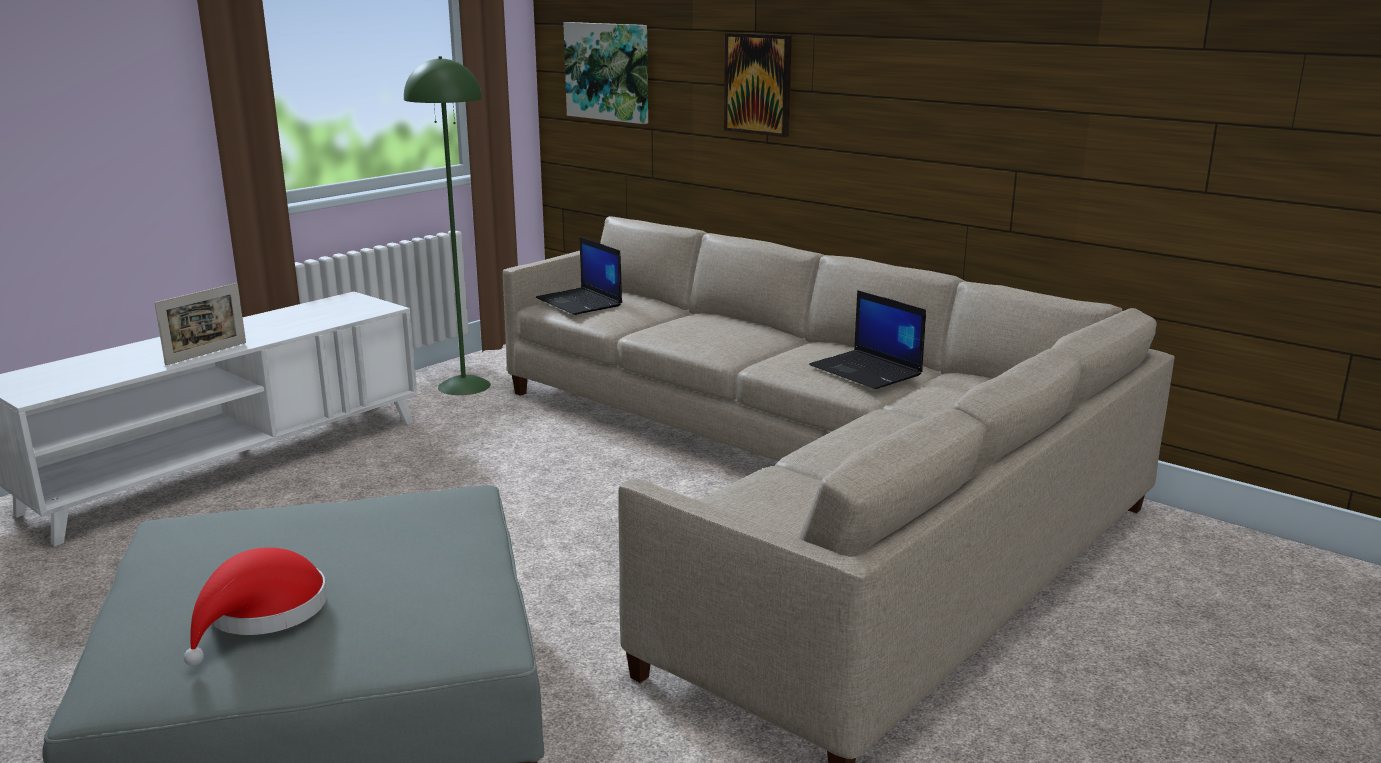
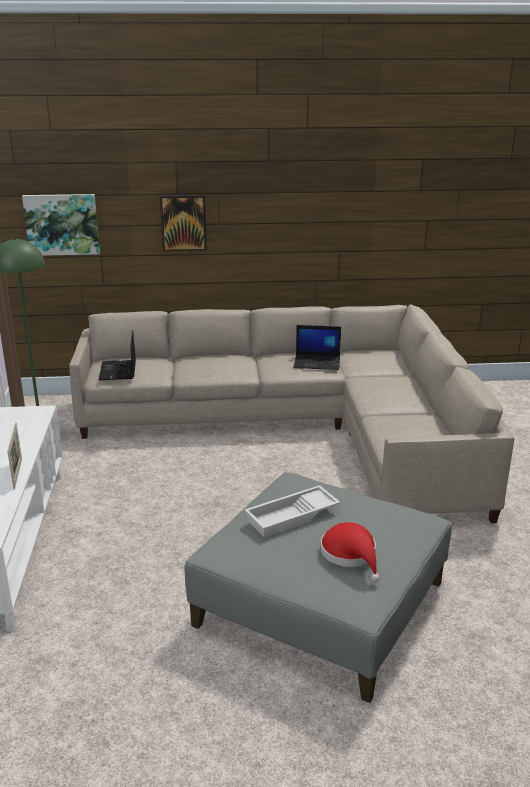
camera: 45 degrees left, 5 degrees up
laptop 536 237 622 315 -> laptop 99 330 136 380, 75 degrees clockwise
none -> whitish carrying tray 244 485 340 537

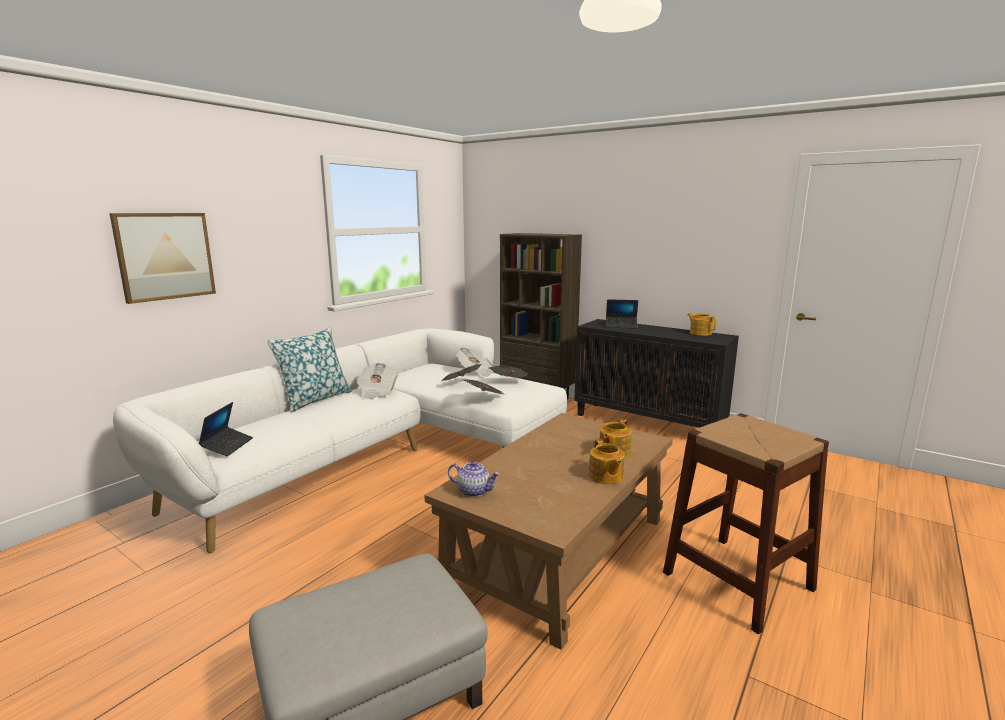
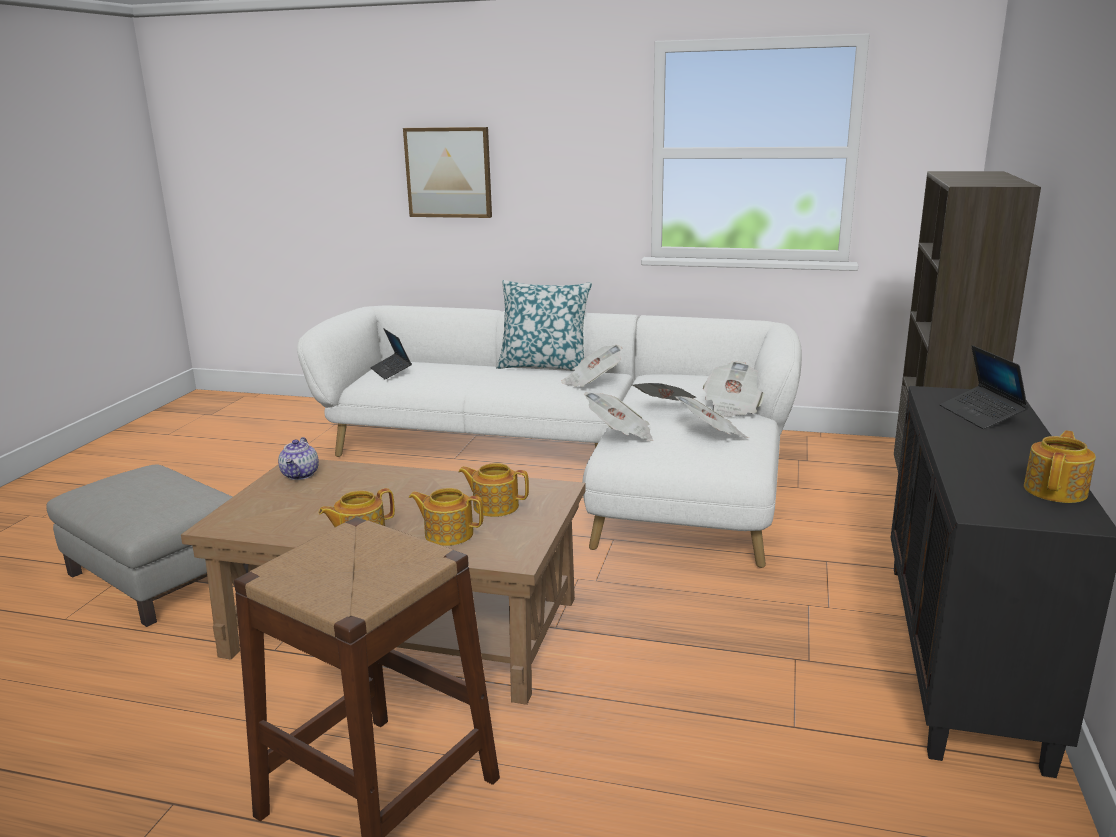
camera: 70 degrees right, 5 degrees up
laptop 199 402 253 456 -> laptop 370 328 412 379, 75 degrees clockwise
none -> teapot 458 463 529 517

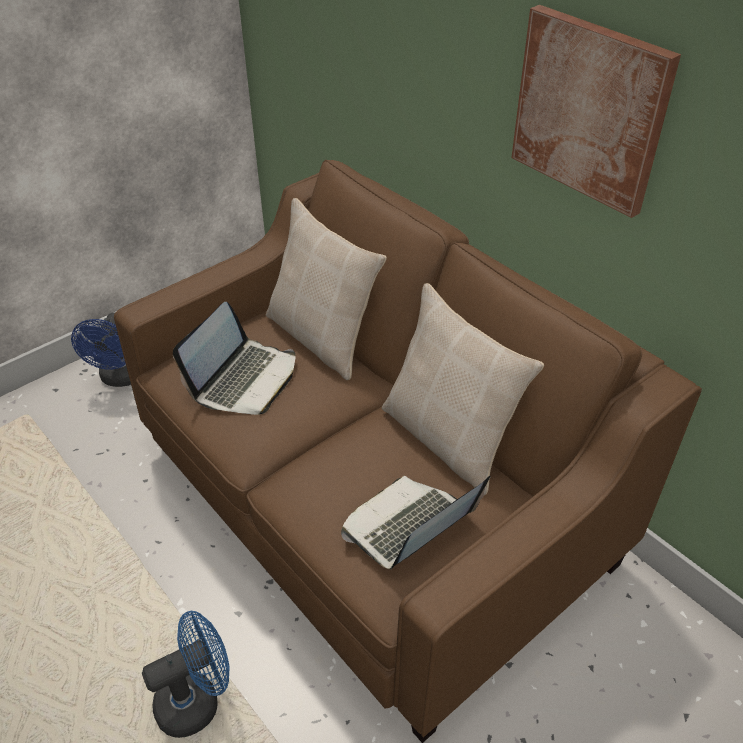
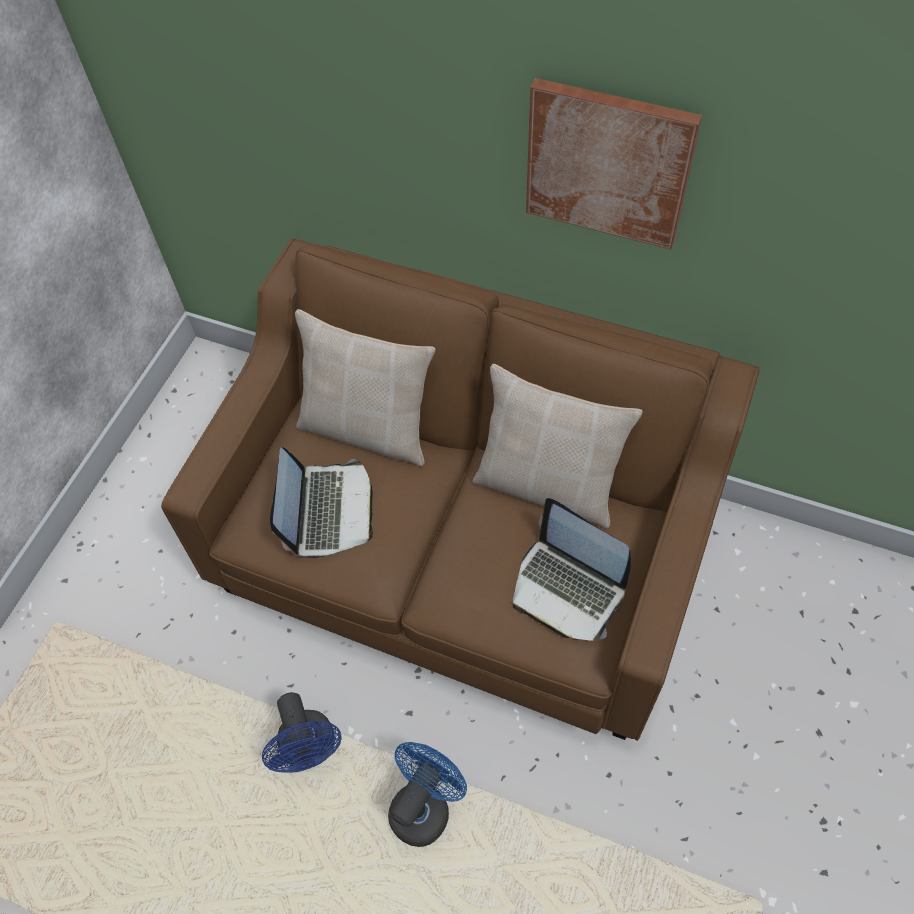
camera: 25 degrees left, 15 degrees up
bluish electric fan 71 312 131 387 -> bluish electric fan 262 692 342 773, move
laptop 341 476 491 569 -> laptop 513 498 631 641, 75 degrees counterclockwise

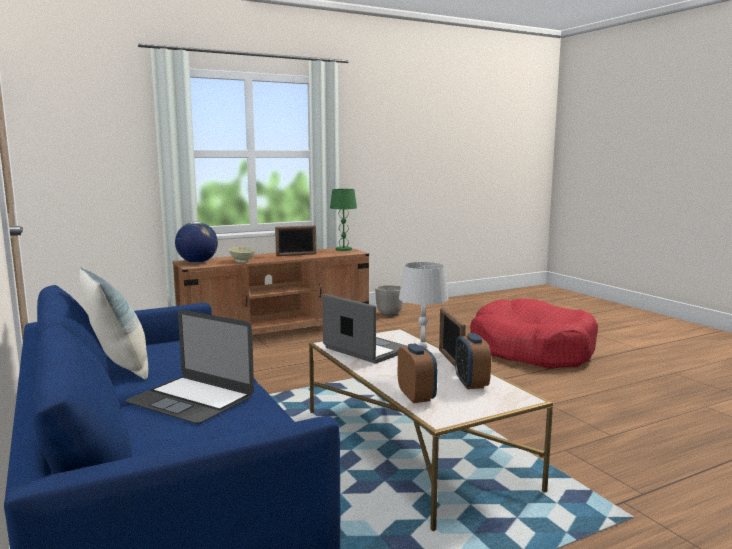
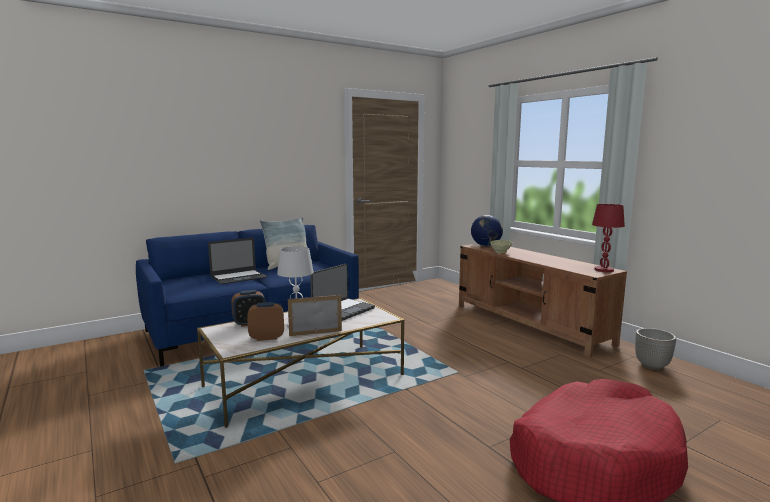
camera: 85 degrees right, 0 degrees up
laptop 125 310 254 424 -> laptop 208 238 267 284, 150 degrees counterclockwise
green-coloured tabletop lamp 330 189 357 251 -> red tabletop lamp 592 204 625 272
photo frame 275 225 316 256 -> none

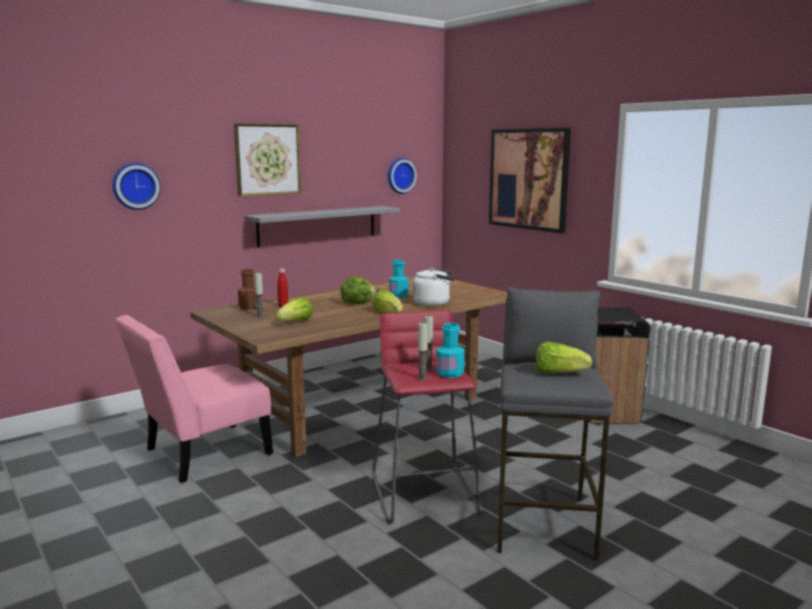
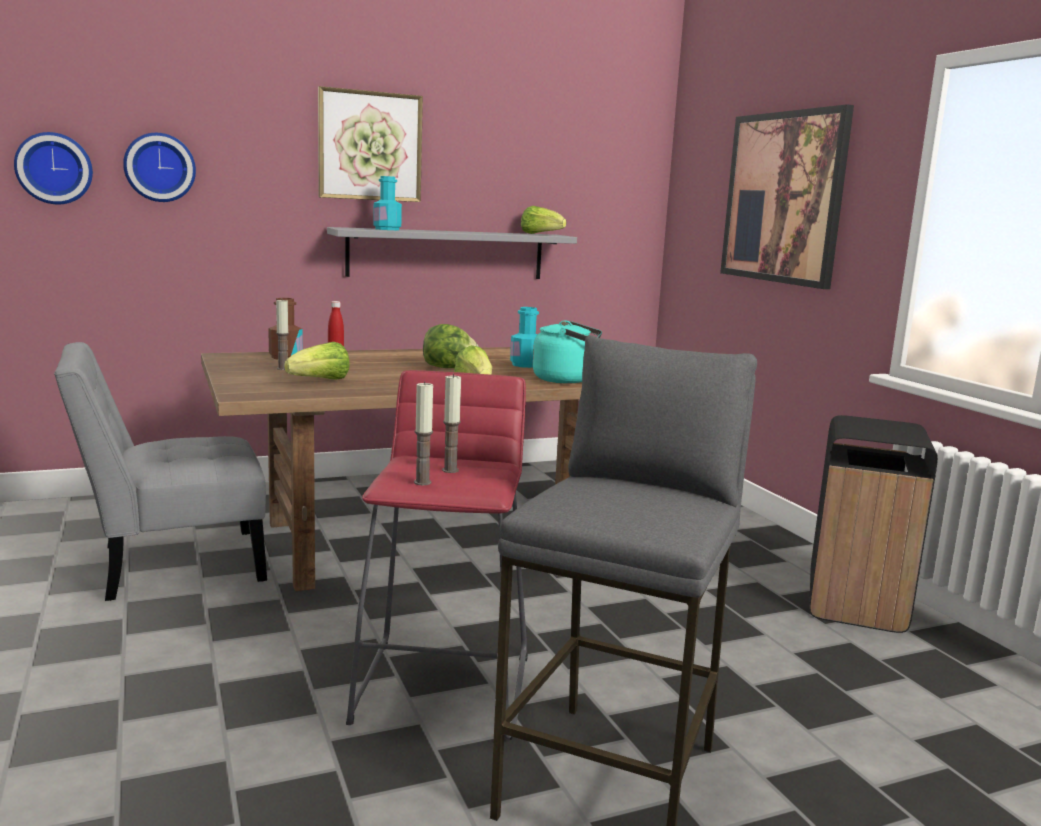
camera: 15 degrees right, 0 degrees up
wall clock 388 158 417 194 -> wall clock 14 132 93 205, move
pink-coloured chair 115 315 273 483 -> greyish chair 54 342 267 601
blue-green drink bottle 436 323 465 378 -> blue-green drink bottle 373 176 402 230, move
head of lettuce 536 341 592 374 -> head of lettuce 521 206 566 234, move
whitish water kettle 413 268 454 306 -> blue-green water kettle 533 320 602 384

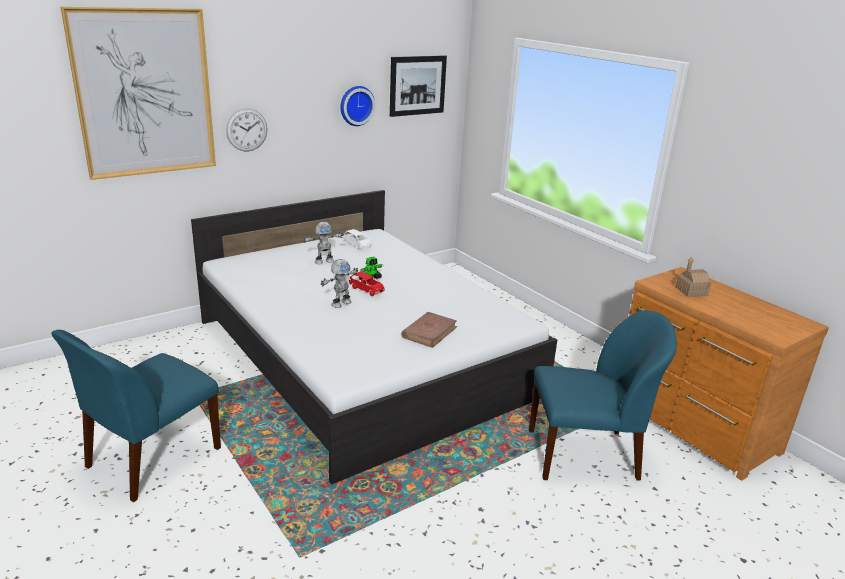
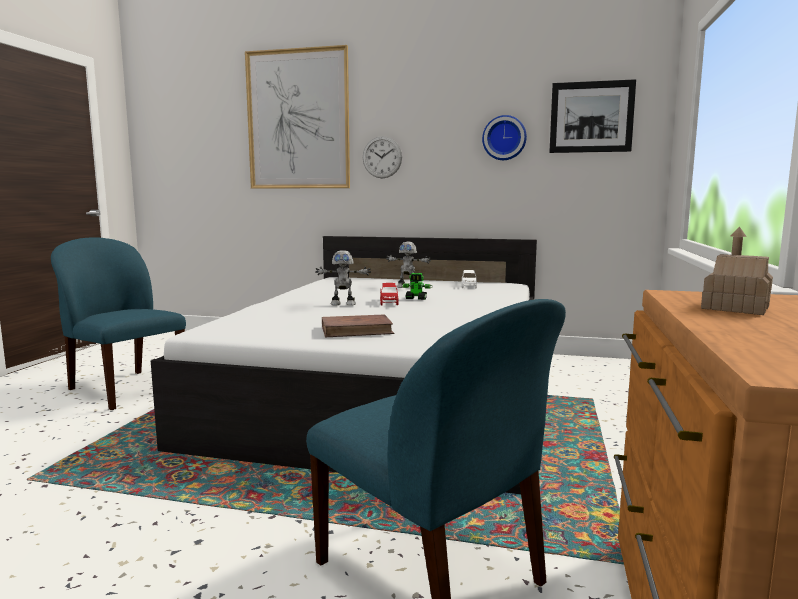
camera: 50 degrees right, 15 degrees down
bluish chair 51 330 221 502 -> bluish chair 51 237 186 410, 45 degrees clockwise

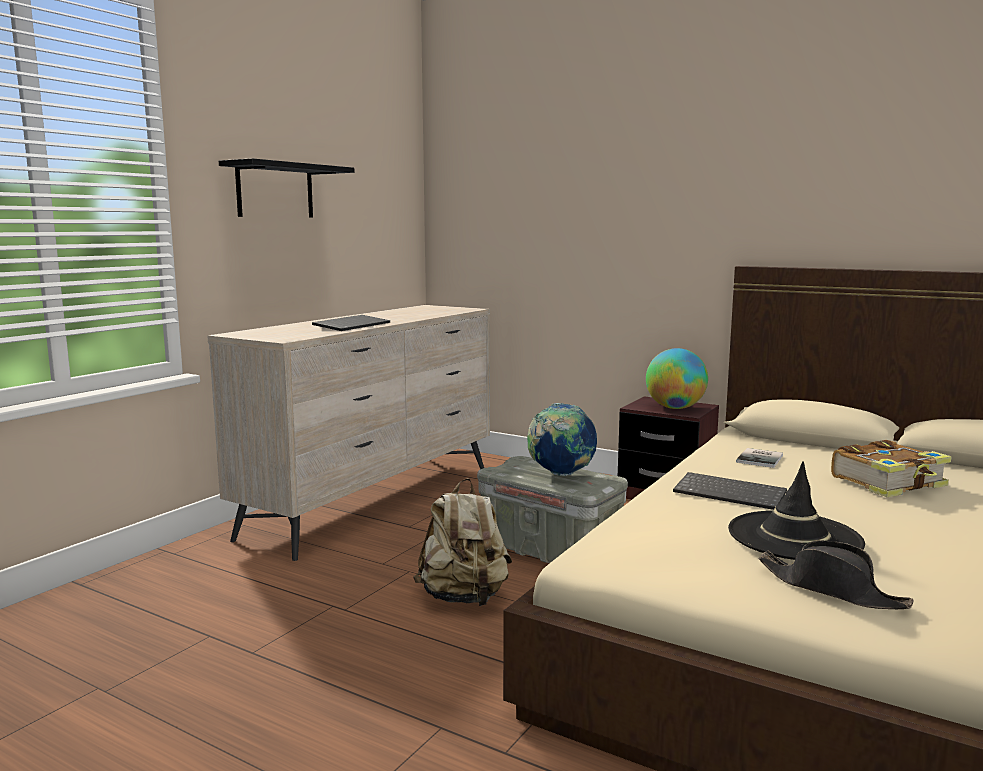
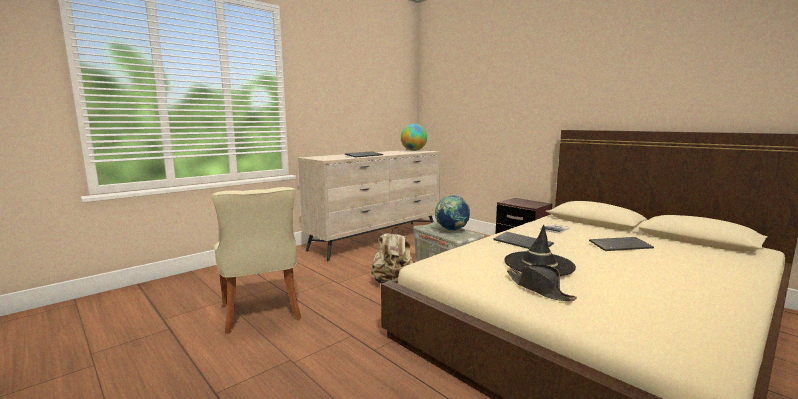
camera: 15 degrees right, 0 degrees up
none -> beige-coloured chair 212 187 301 334
world globe 646 348 708 409 -> world globe 401 124 427 151, move
volume 831 440 952 497 -> keyboard 589 237 654 251
black-coloured wall shelf 219 158 355 218 -> none

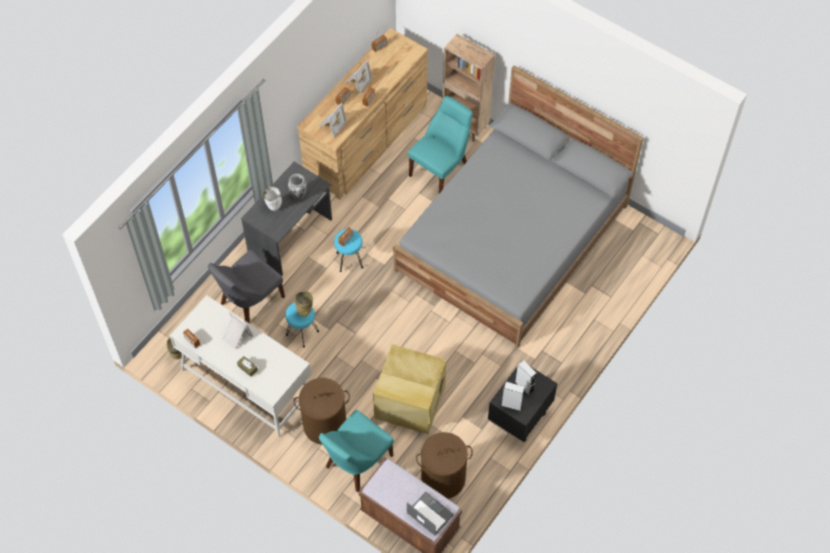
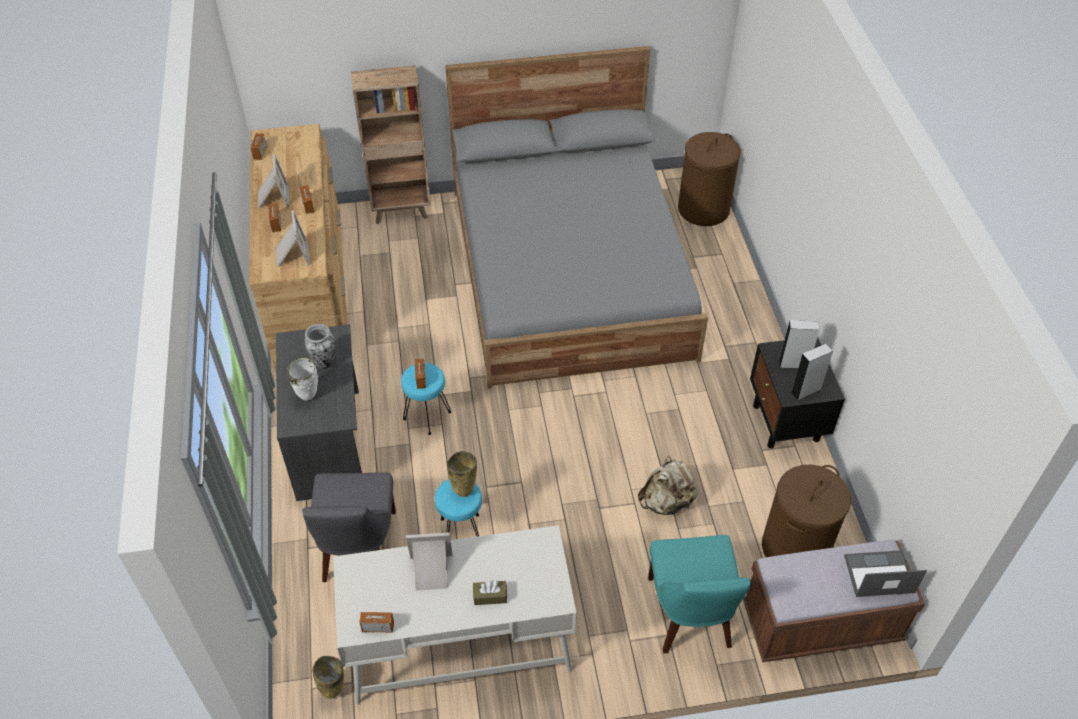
camera: 45 degrees left, 10 degrees down
beige-coloured storage bin 373 344 446 434 -> beige-coloured rucksack 638 456 698 515
brownish laundry basket 294 378 350 445 -> brownish laundry basket 678 132 741 226, move
blue-green chair 408 96 473 193 -> none

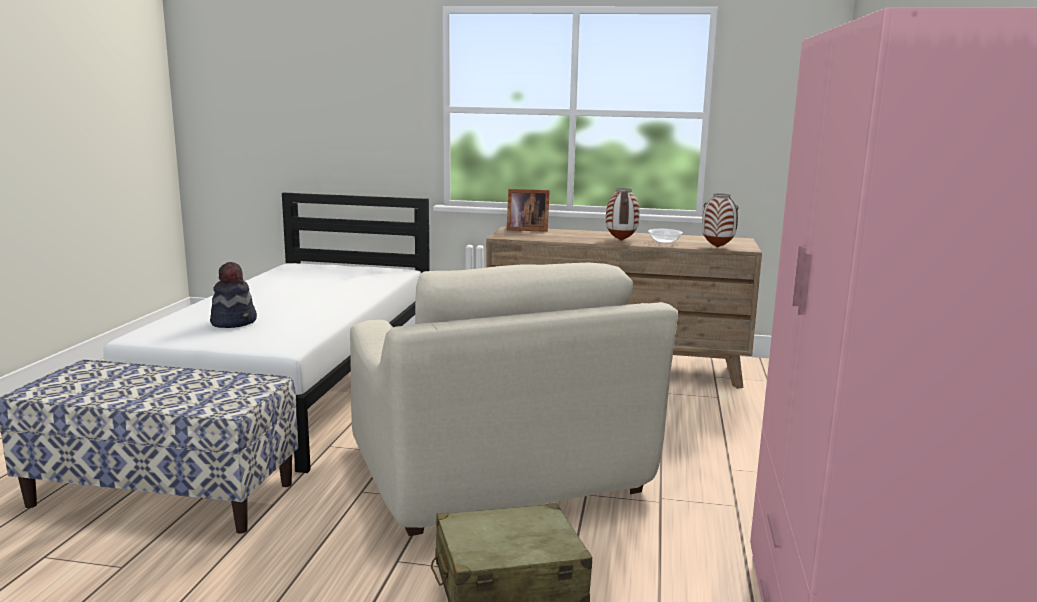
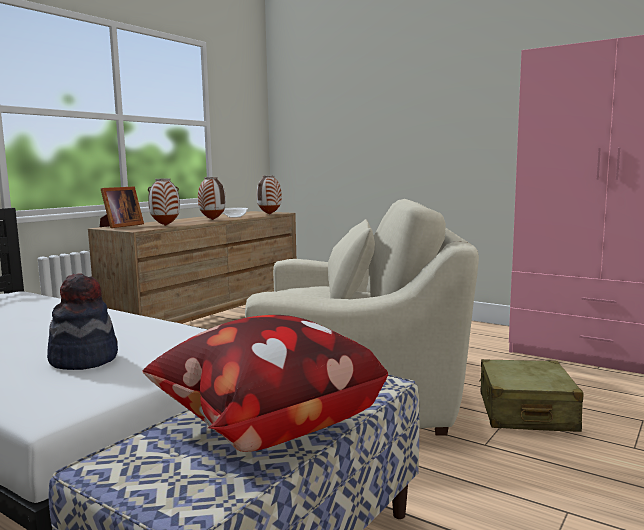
camera: 65 degrees left, 5 degrees down
none -> throw pillow 142 315 388 452
none -> flower vase 148 178 180 226

